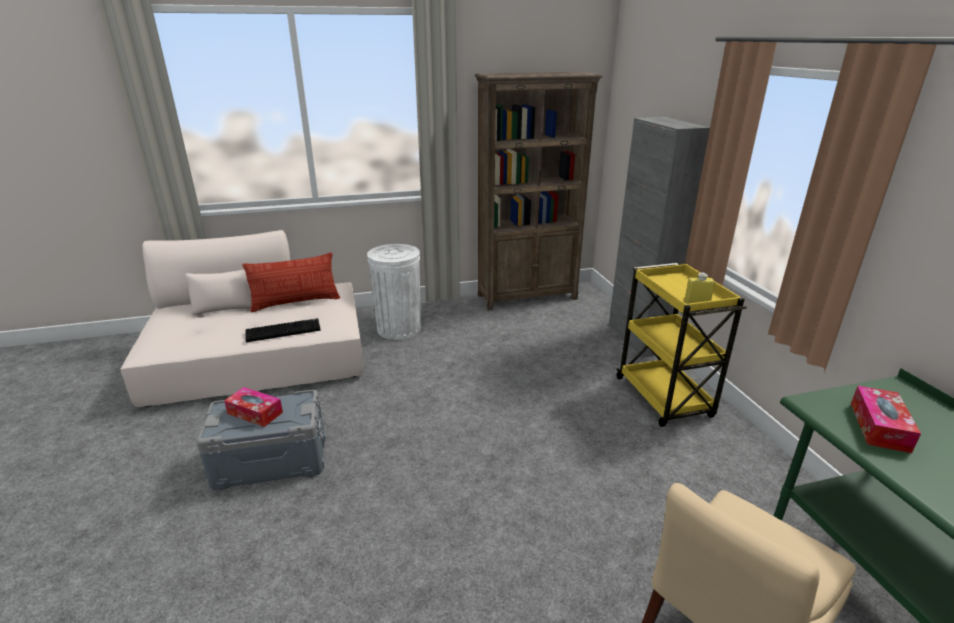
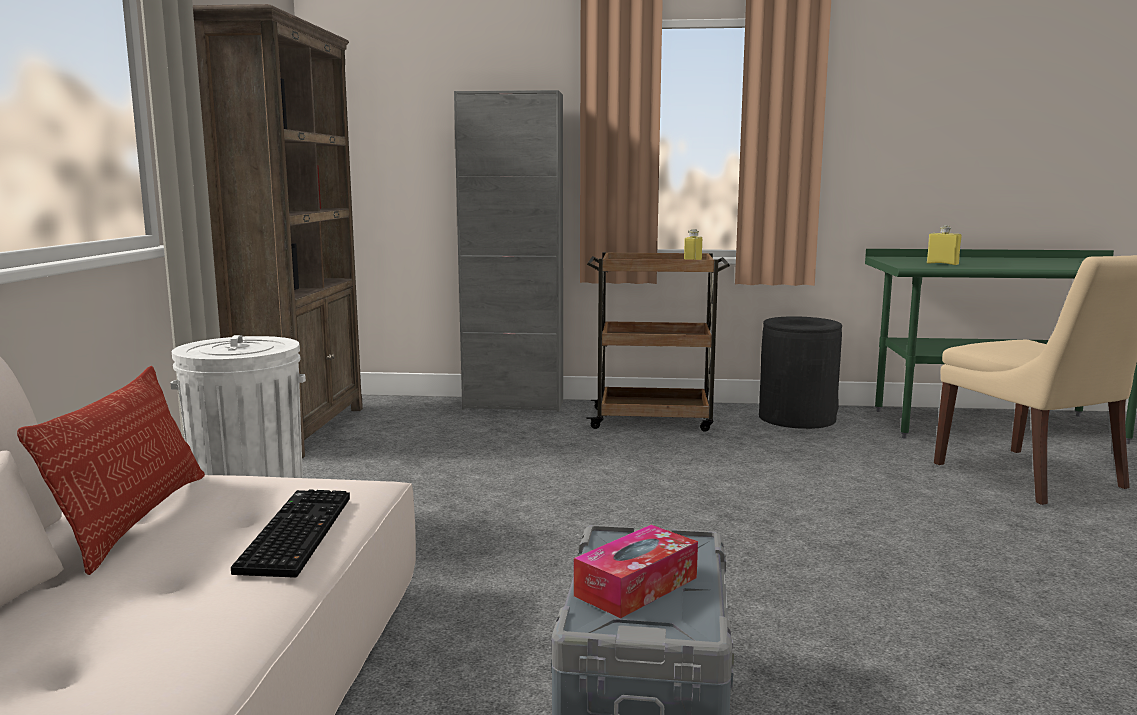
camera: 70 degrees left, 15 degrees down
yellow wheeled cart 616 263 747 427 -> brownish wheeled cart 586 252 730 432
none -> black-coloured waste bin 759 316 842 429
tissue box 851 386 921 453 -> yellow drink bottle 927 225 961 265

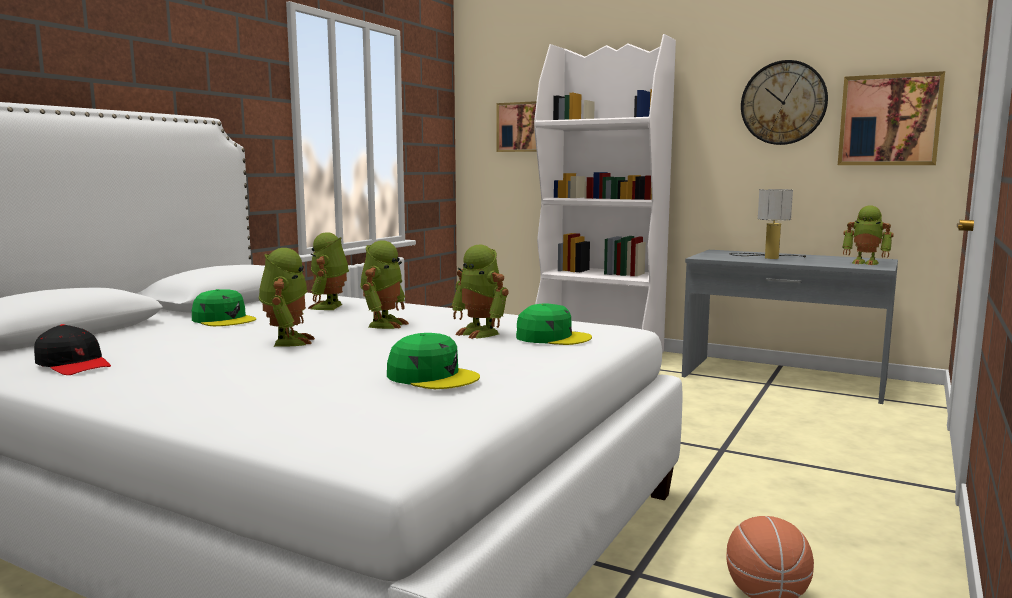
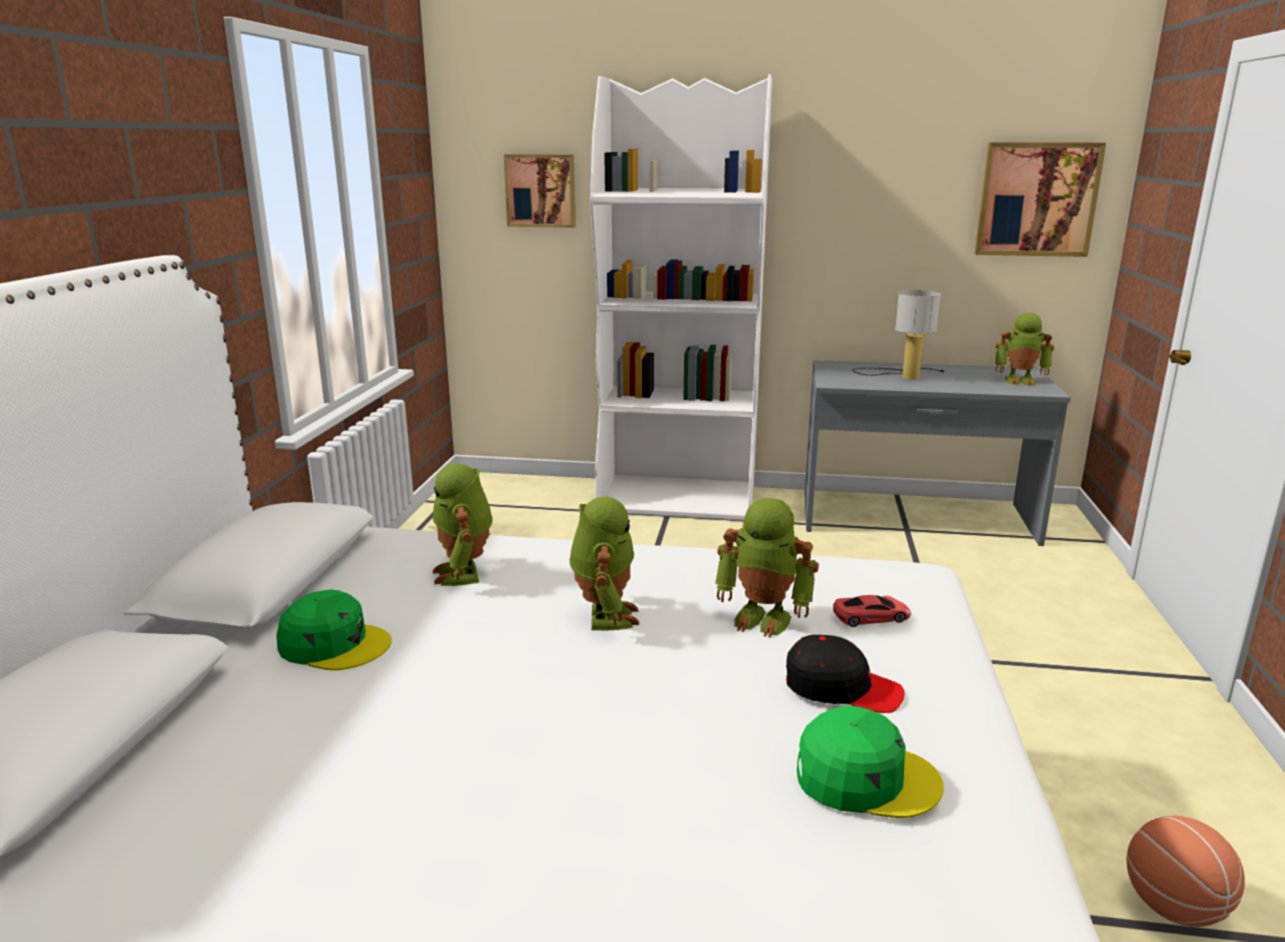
camera: 20 degrees left, 10 degrees up
black-coloured baseball cap 34 324 111 375 -> black-coloured baseball cap 786 635 904 713, move
green-coloured baseball cap 516 303 592 345 -> red model car 833 595 911 627
toy robot 259 248 315 347 -> none
wall clock 741 60 828 145 -> none

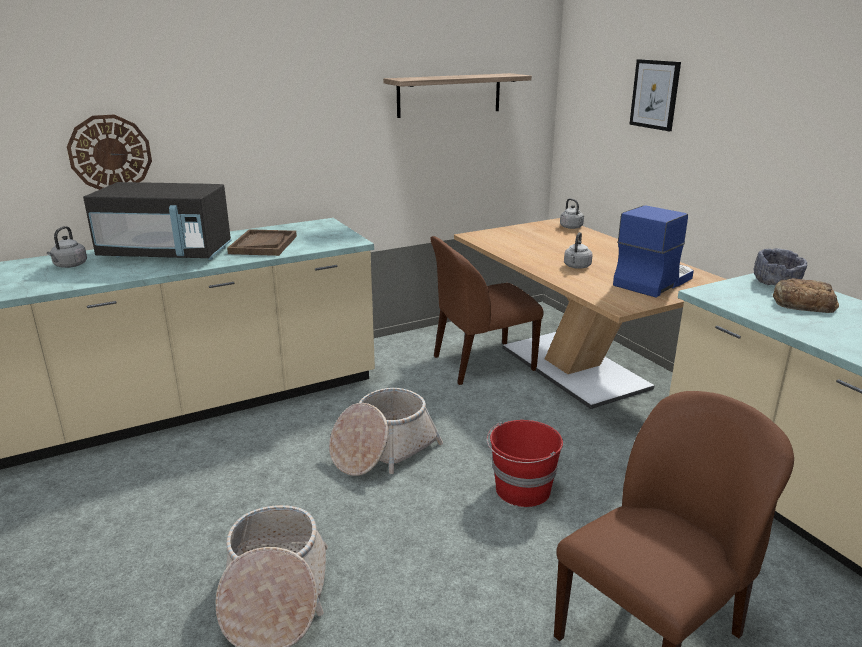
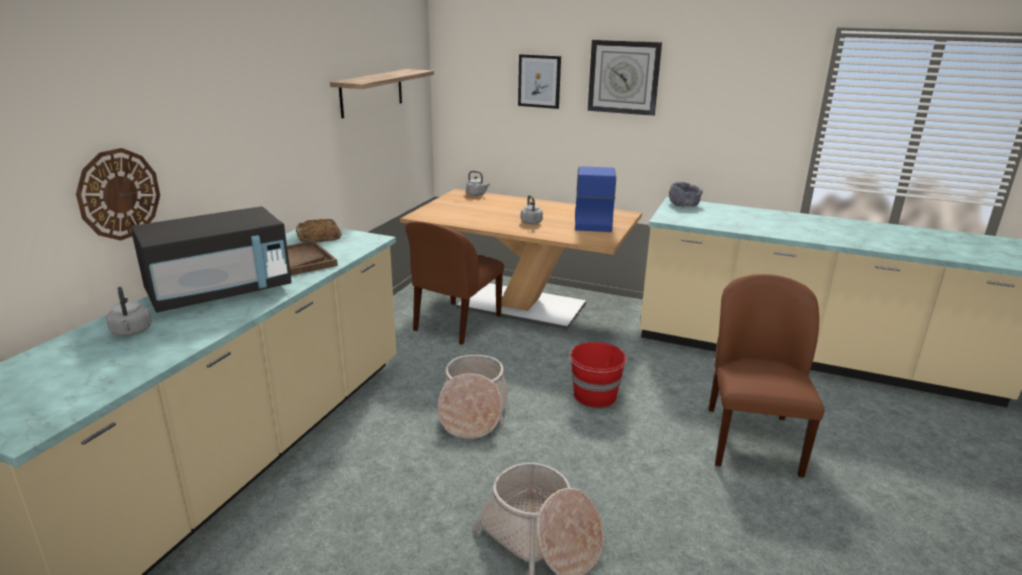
camera: 40 degrees left, 0 degrees up
bakery bread 773 278 839 313 -> bakery bread 296 219 342 243, move
none -> wall clock 588 40 662 116

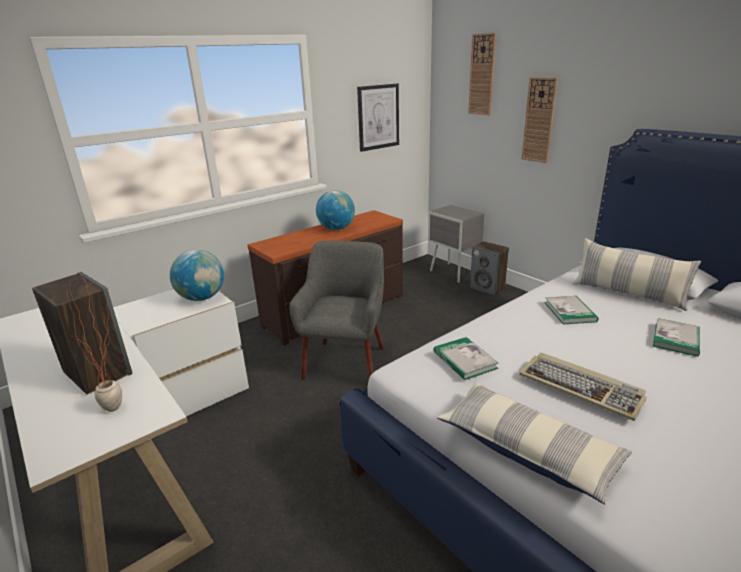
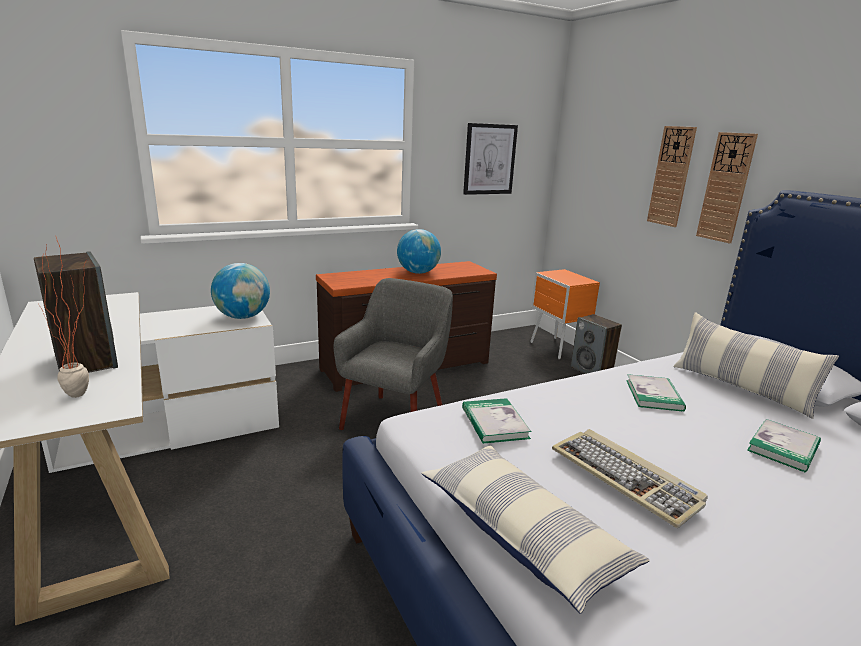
camera: 10 degrees right, 5 degrees down
greyish night table 428 205 484 283 -> orange-coloured night table 530 269 600 360
wall clock 468 33 496 115 -> wall clock 696 132 758 243, move

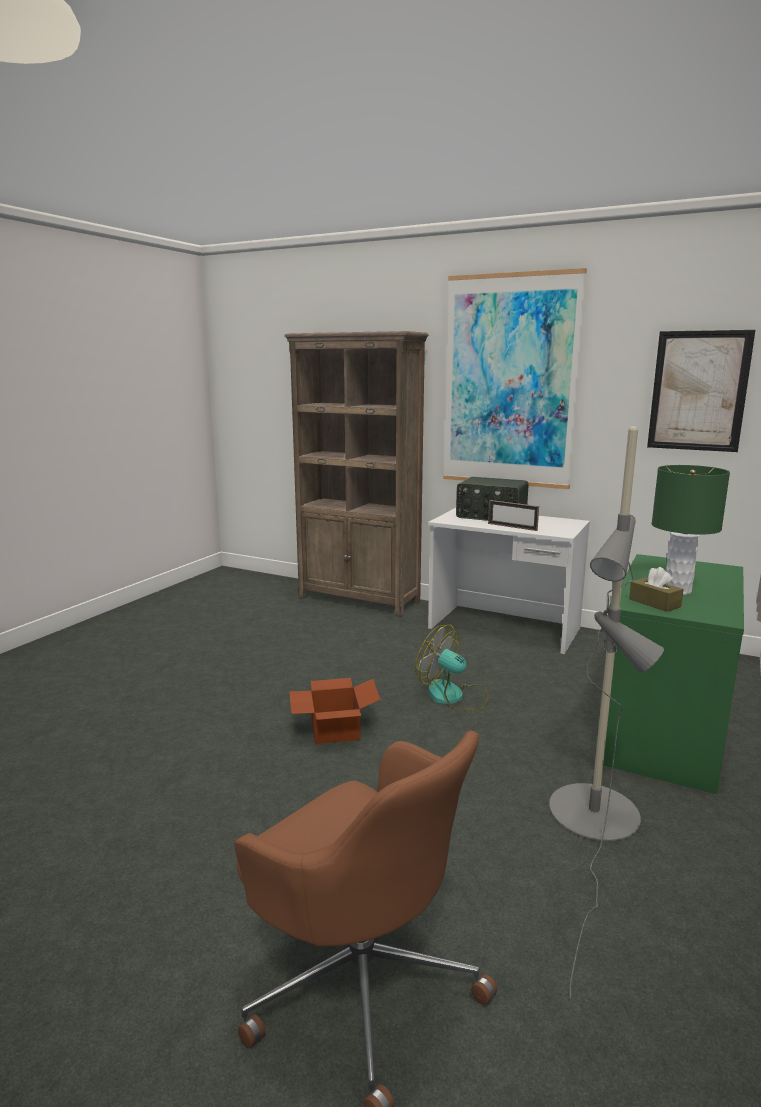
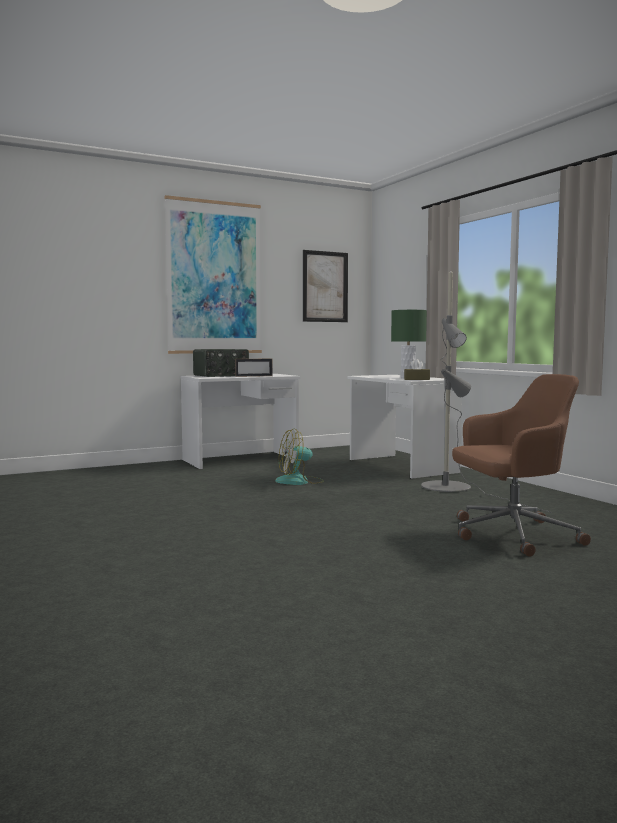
camera: 55 degrees left, 10 degrees down
green-coloured desk table 603 554 744 794 -> whitish desk table 347 375 462 478
brownish shelving unit 284 331 429 617 -> none
packing box 289 678 380 744 -> none

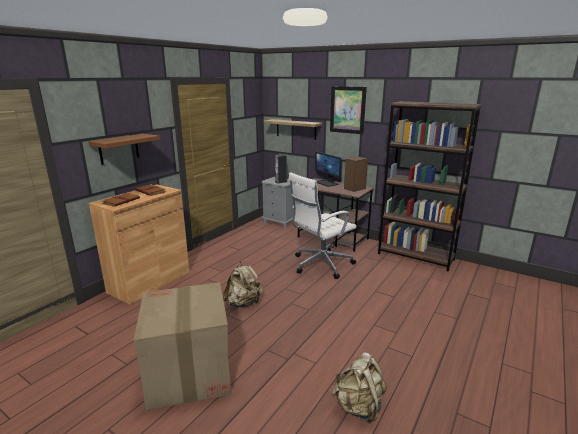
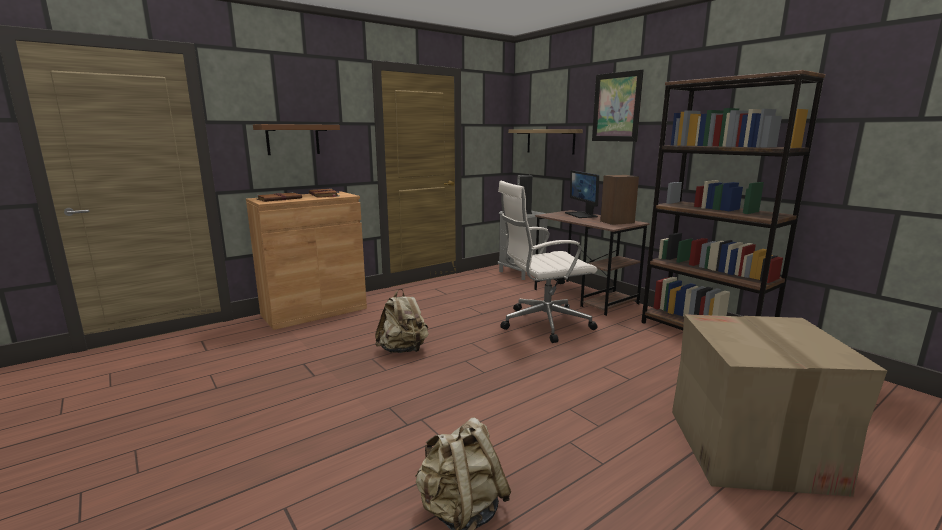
camera: 20 degrees right, 5 degrees down
packing box 134 282 231 410 -> packing box 672 314 887 497, move

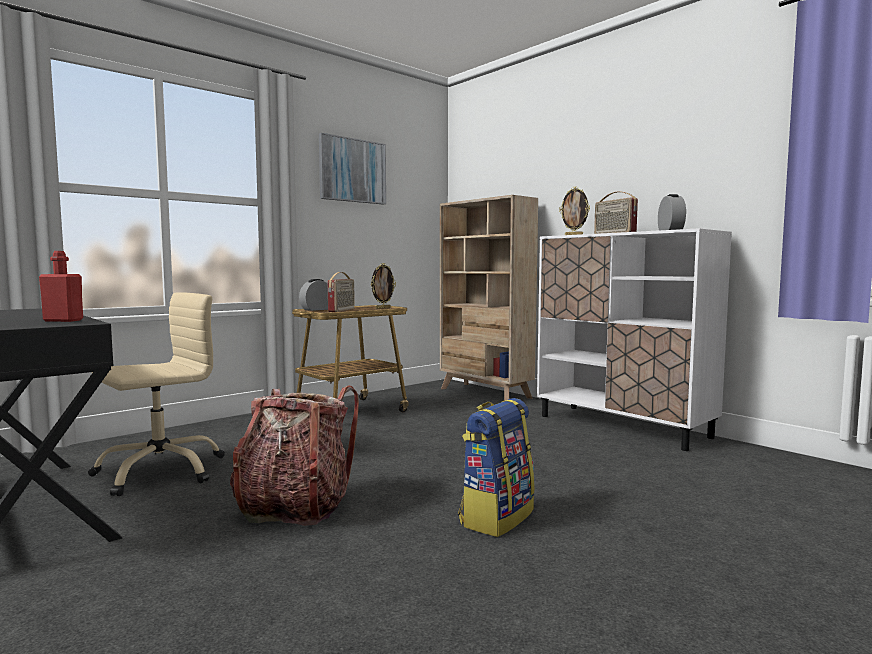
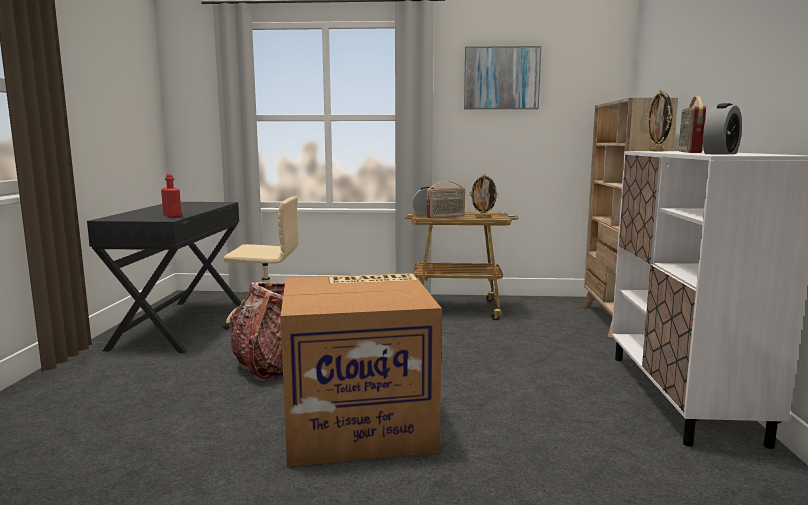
camera: 45 degrees right, 5 degrees up
rucksack 458 398 535 537 -> packing box 281 273 442 467

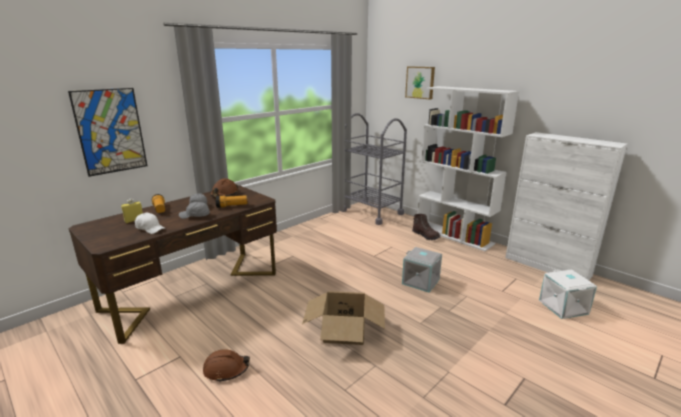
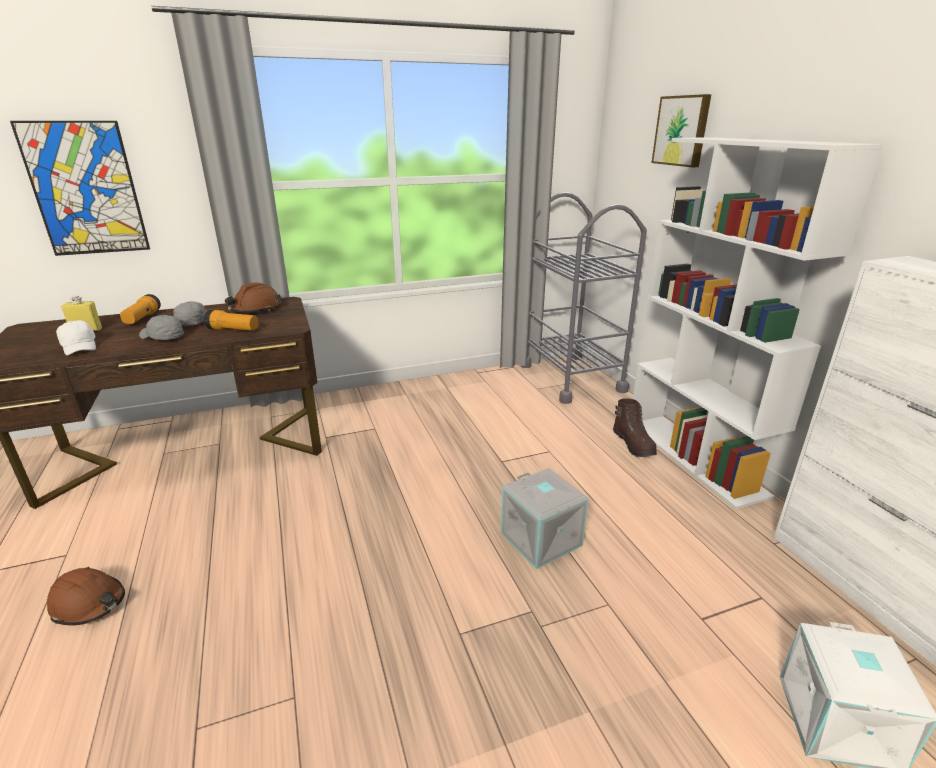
camera: 25 degrees right, 5 degrees up
packing box 302 291 385 345 -> none

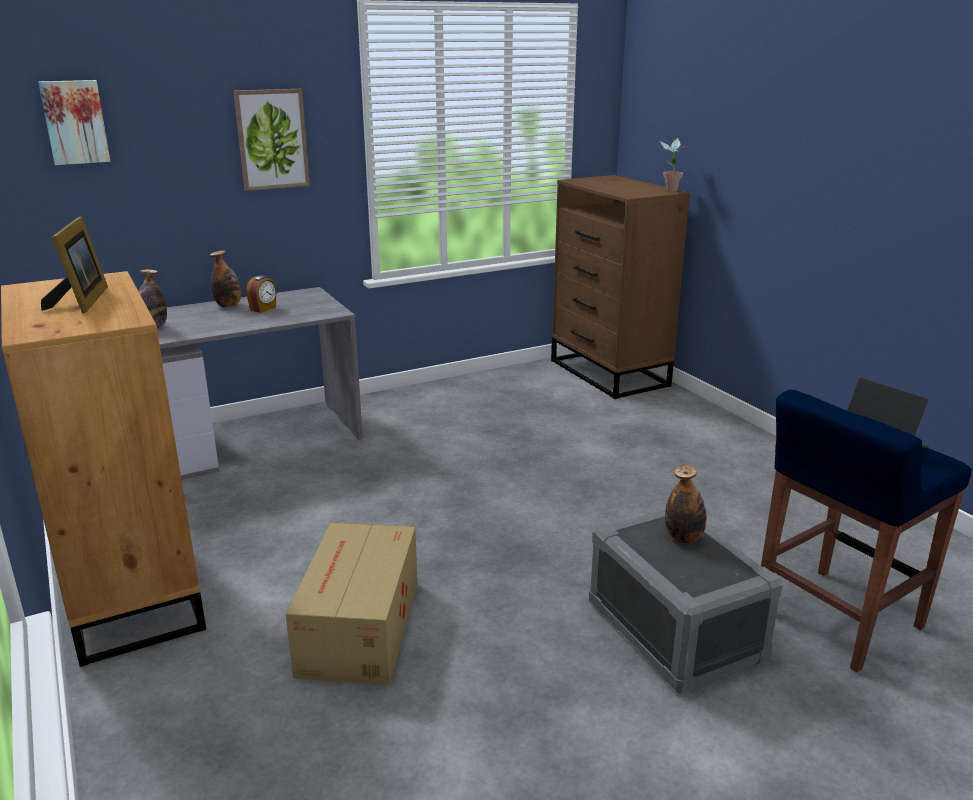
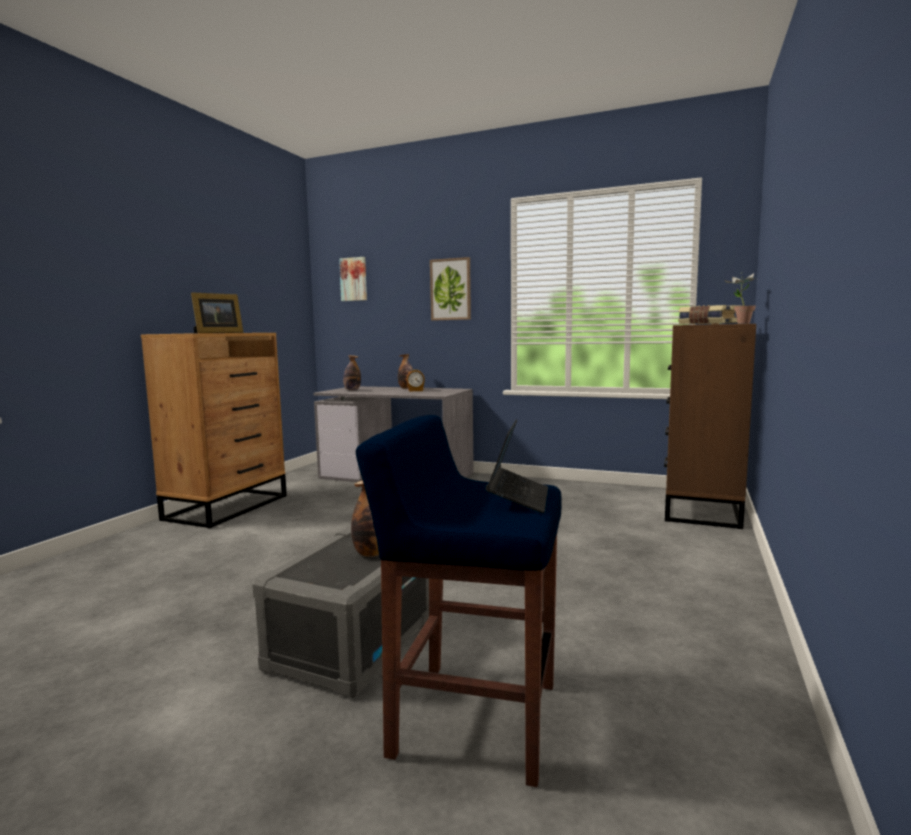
camera: 50 degrees right, 15 degrees down
none -> volume 678 305 741 325
packing box 286 522 418 685 -> none

